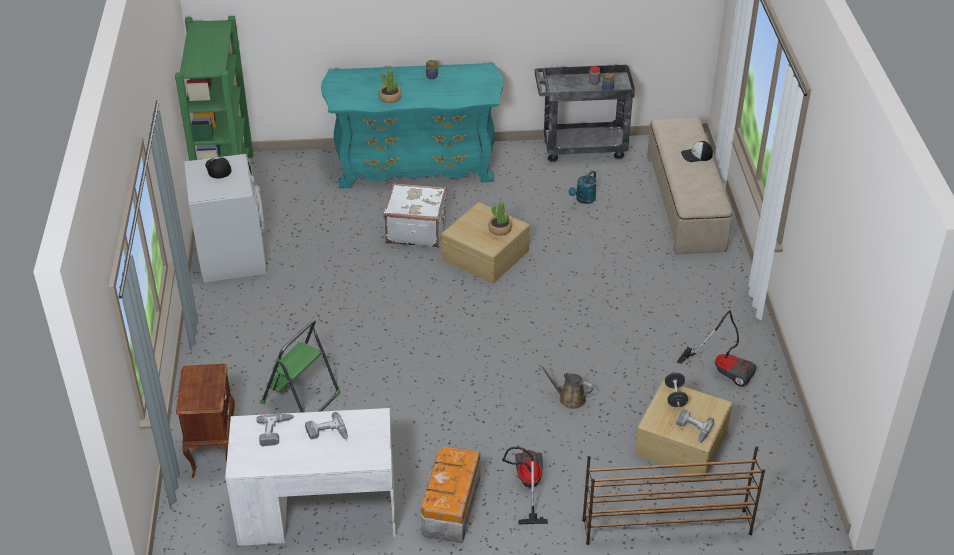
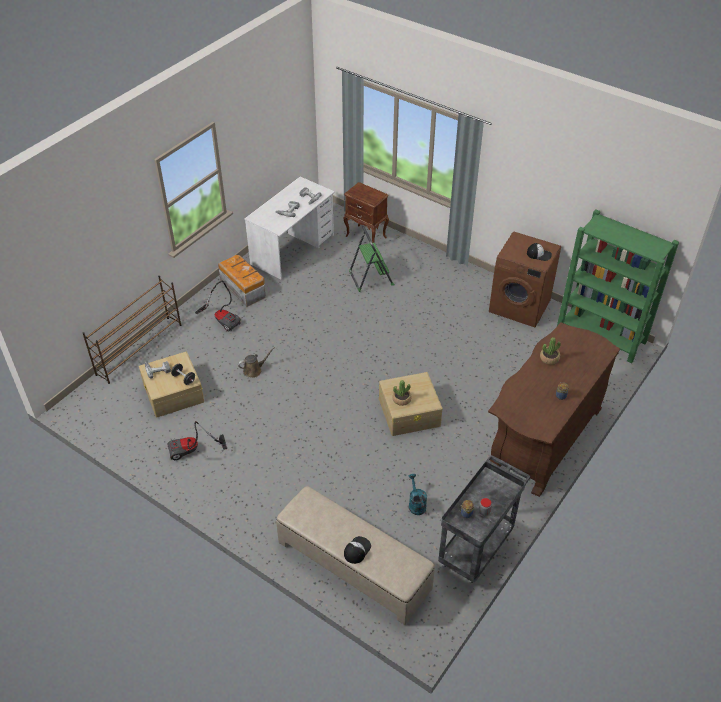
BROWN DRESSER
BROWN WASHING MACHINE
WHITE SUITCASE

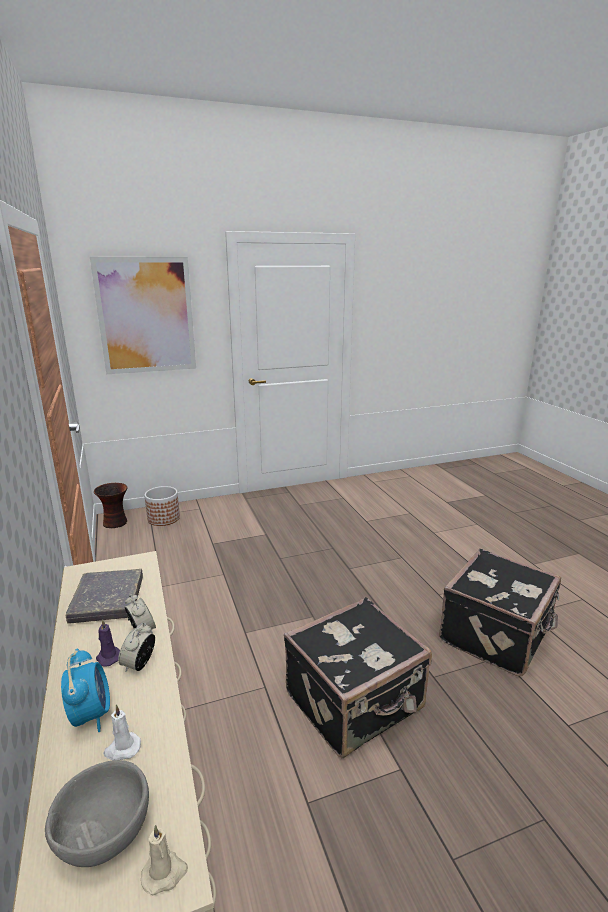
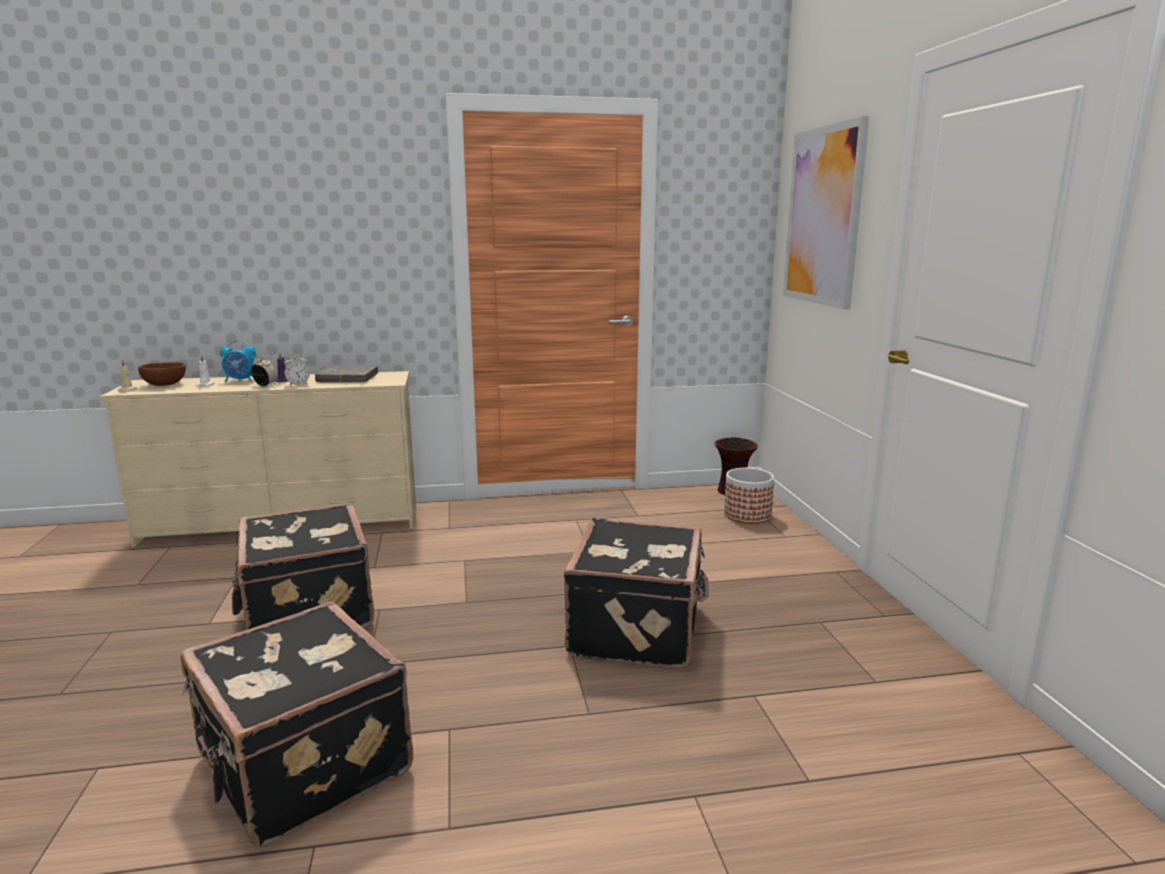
BROWN BOWL
BLACK SUITCASE (3rd from left)

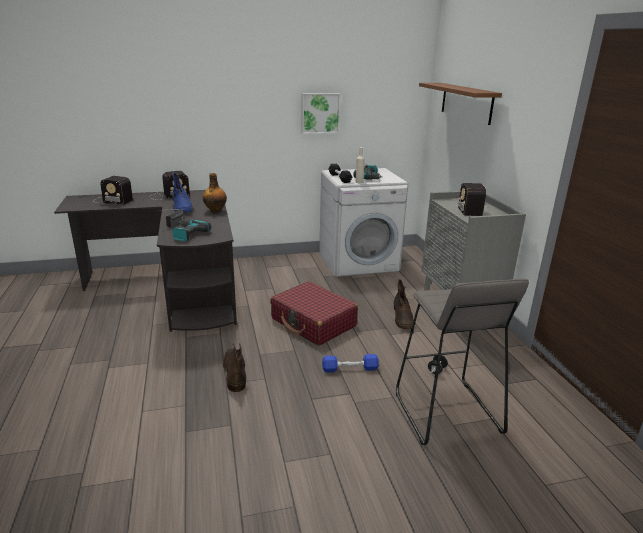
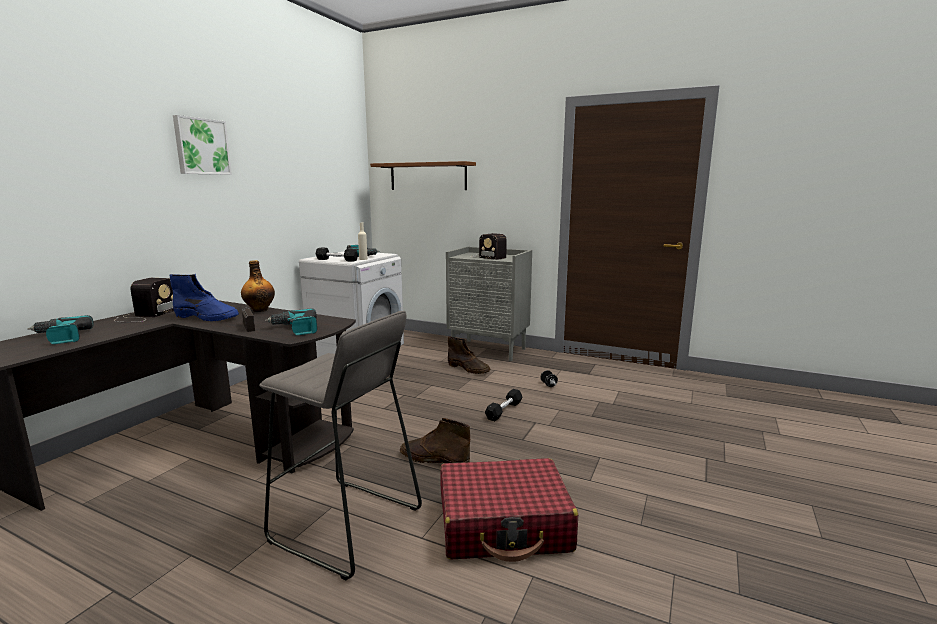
PICTURE
POWER DRILL (1st from left)
GREY STOOL
RED SUITCASE
BLACK DUMBBELL (2nd from left)

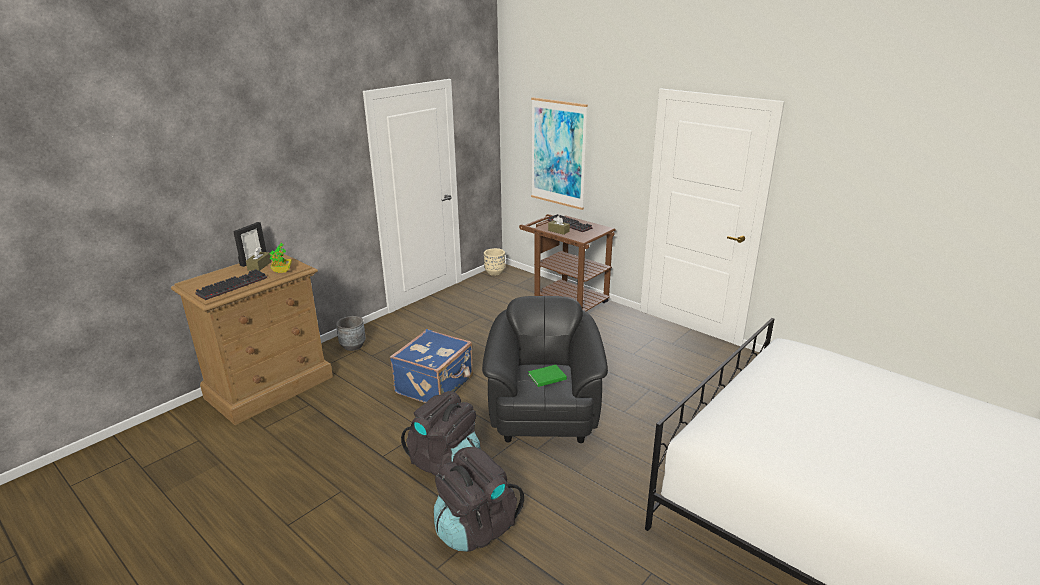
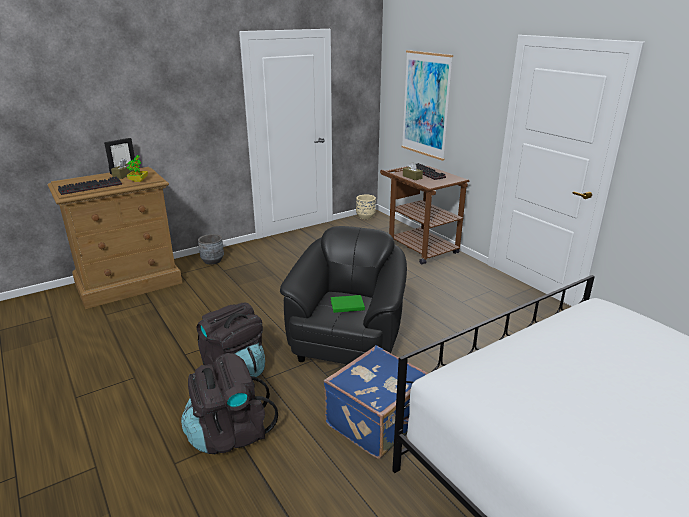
BLUE SUITCASE

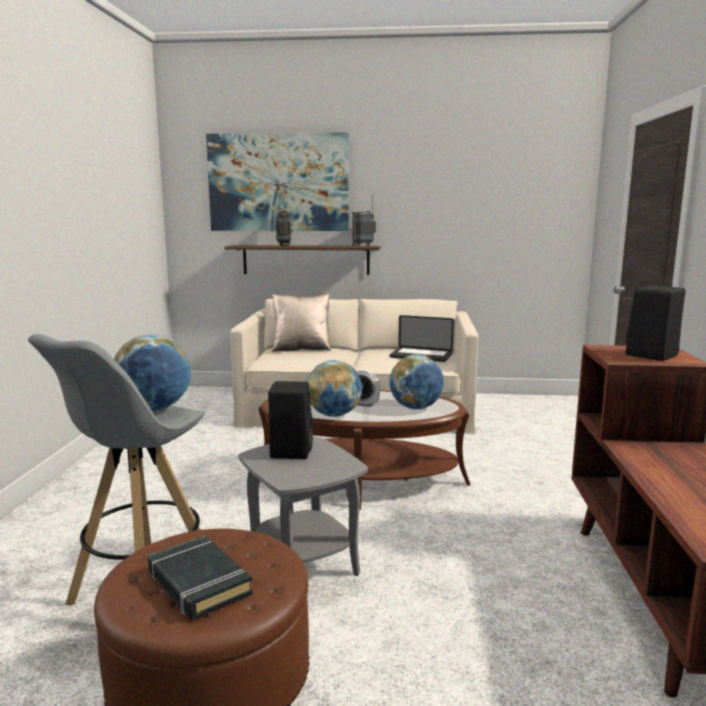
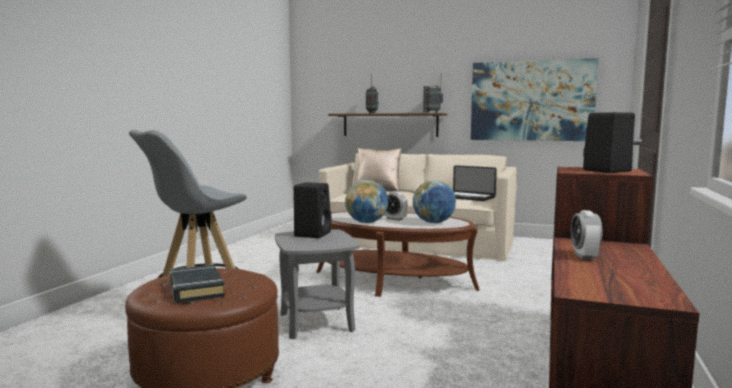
PICTURE
GLOBE (1st from left in the first image)
ALARM CLOCK (2nd from left)

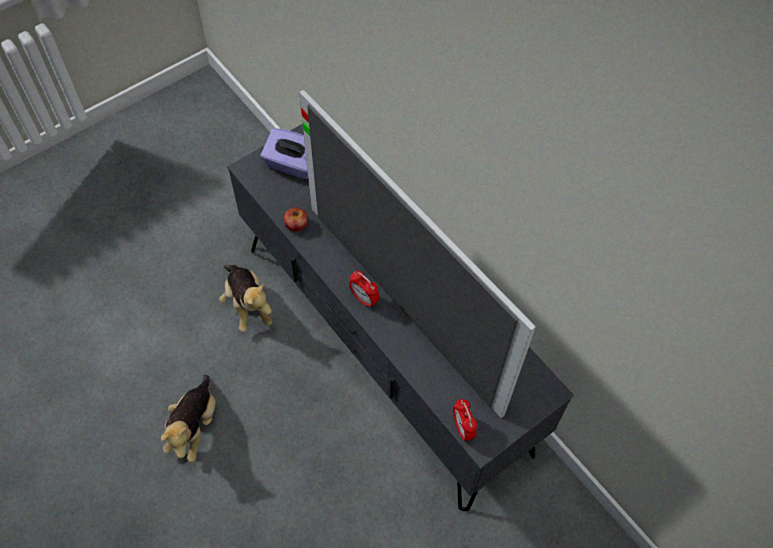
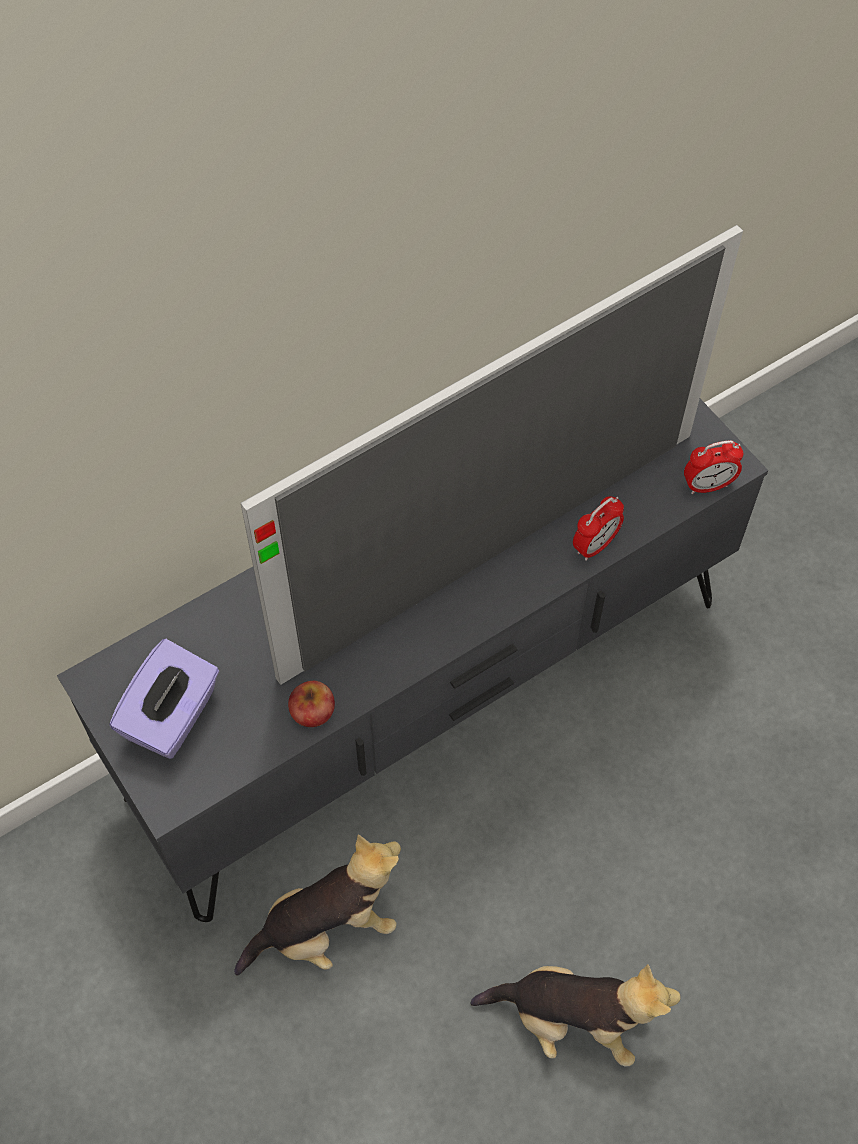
ALARM CLOCK (1st from left)

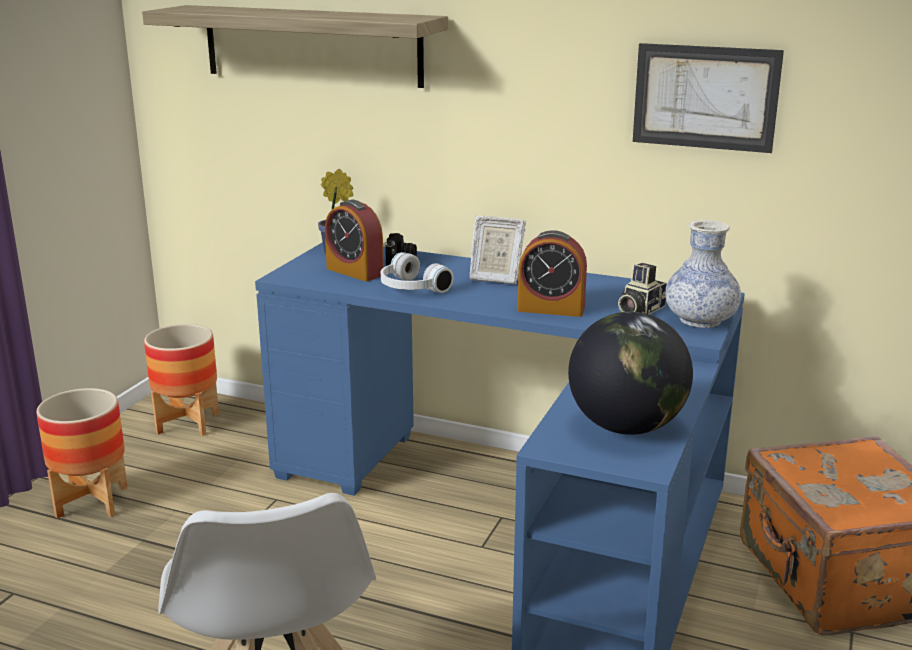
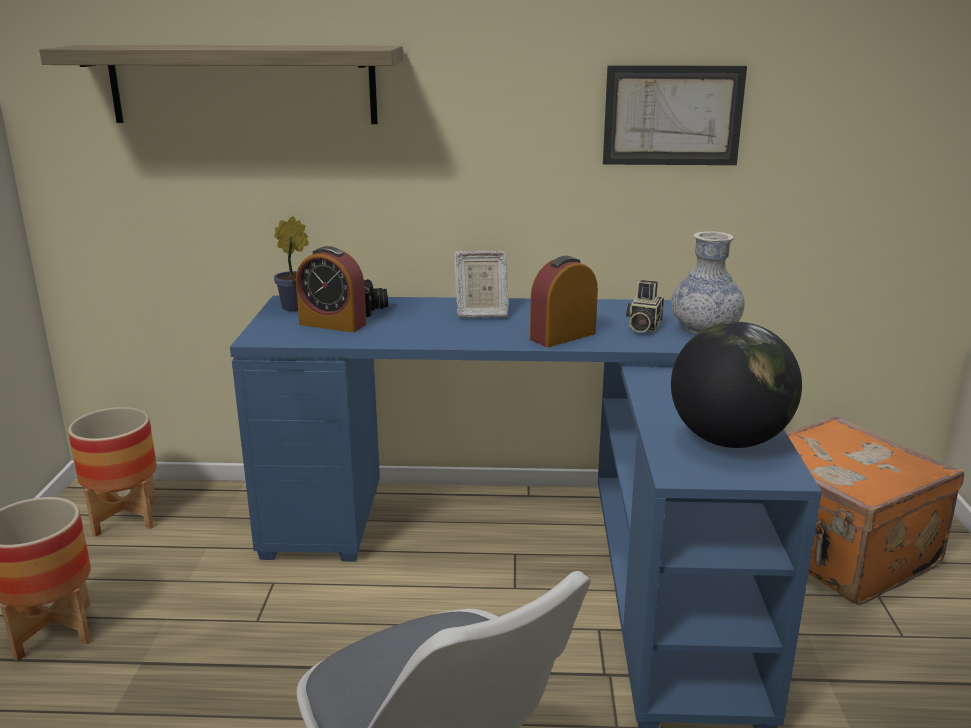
ALARM CLOCK (2nd from left)
WHITE HEADPHONES

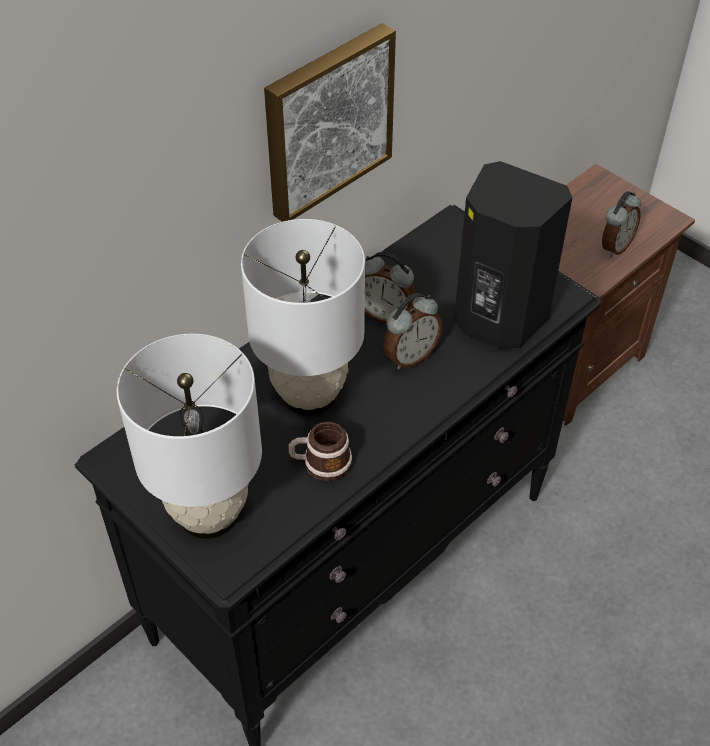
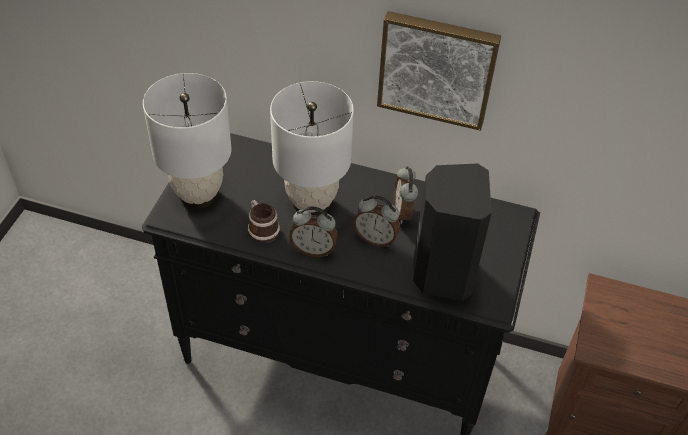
ALARM CLOCK (1st from left)

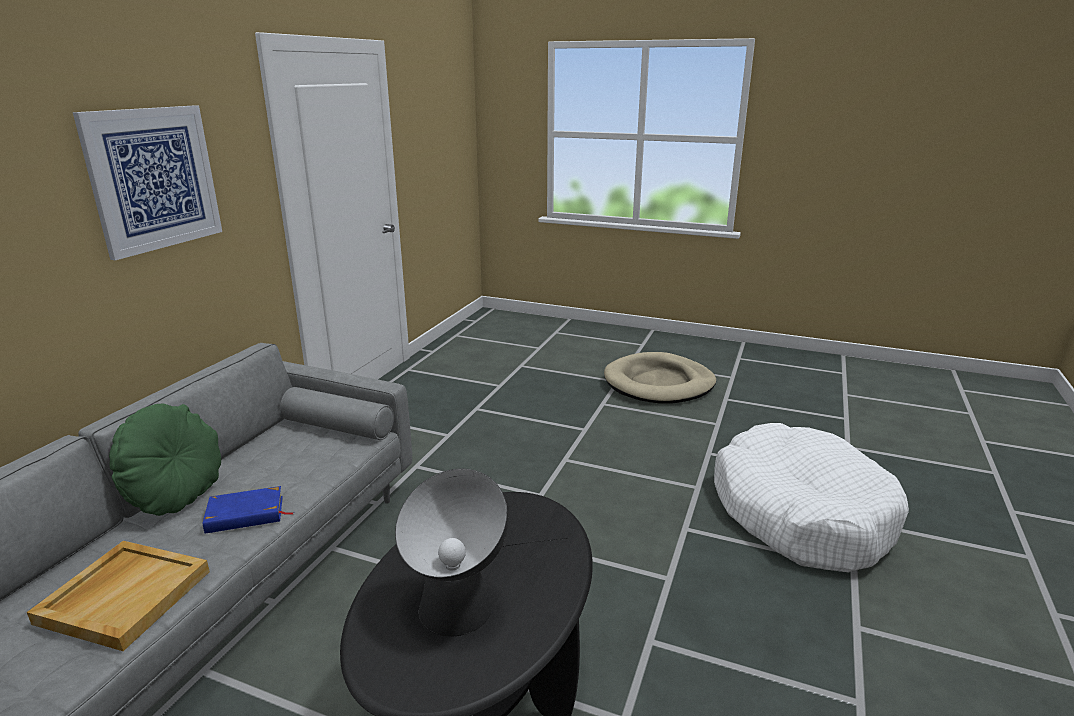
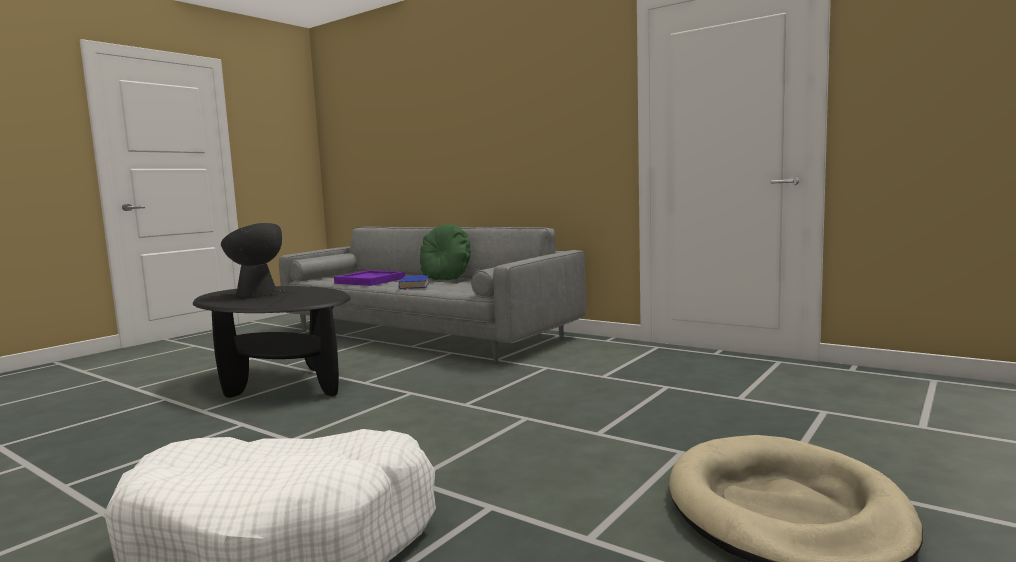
PICTURE
PURPLE TRAY

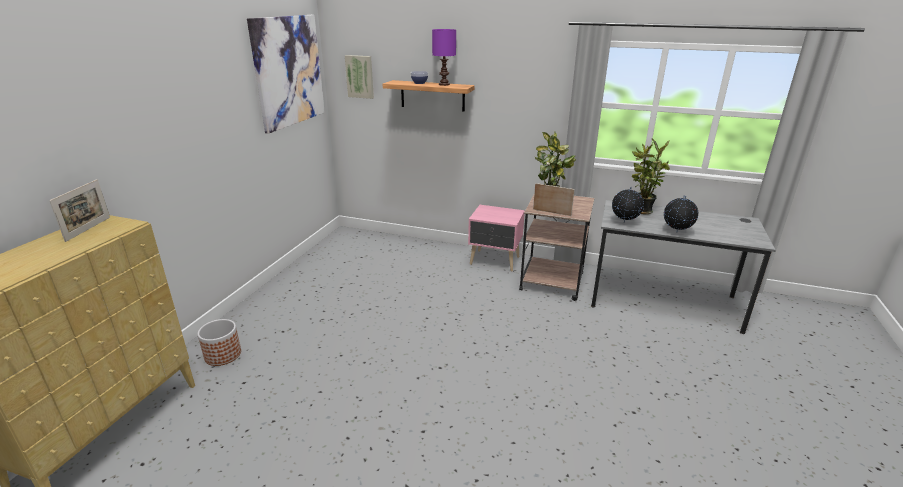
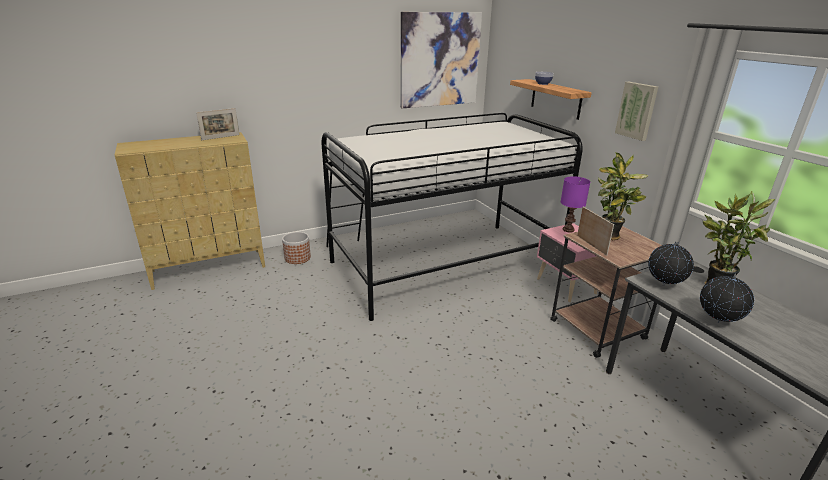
PURPLE TABLE LAMP
PICTURE (2nd from left)
BLACK BED

